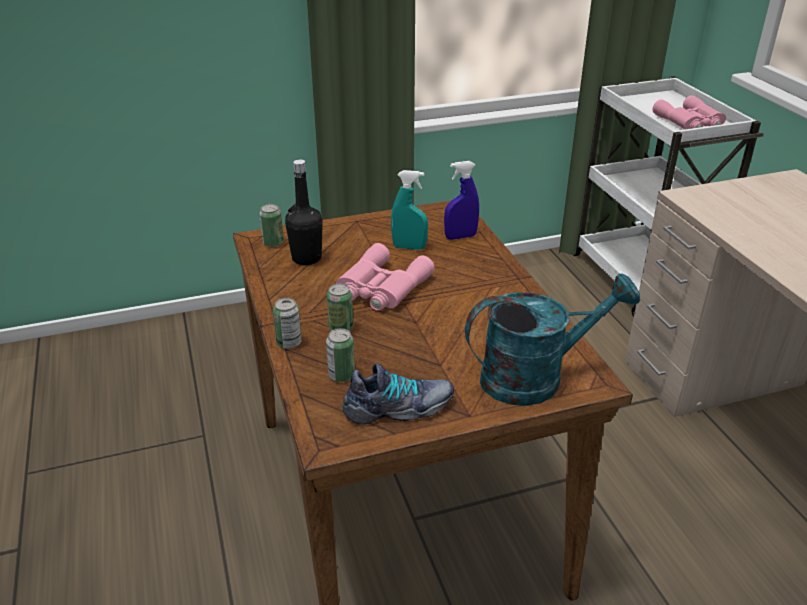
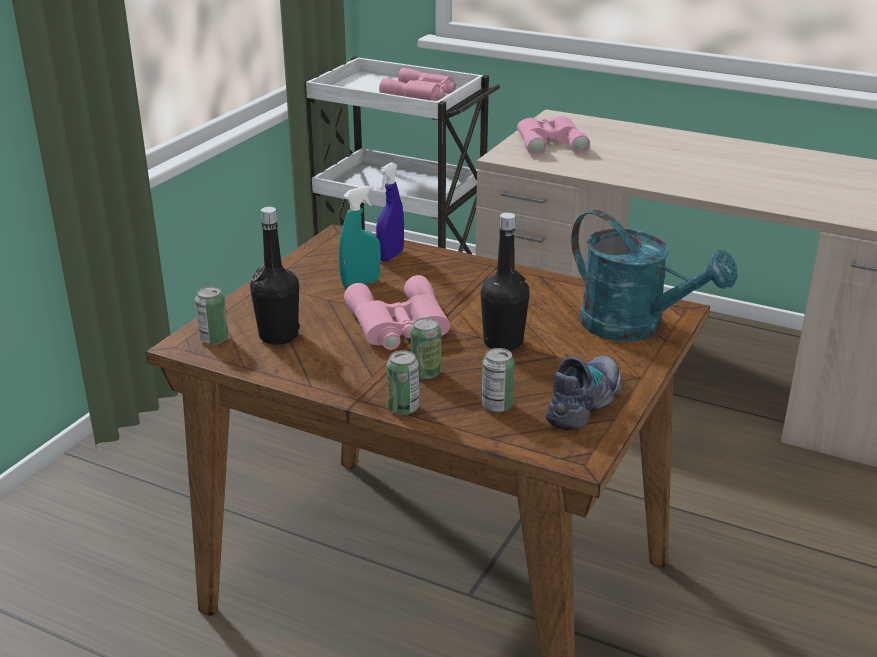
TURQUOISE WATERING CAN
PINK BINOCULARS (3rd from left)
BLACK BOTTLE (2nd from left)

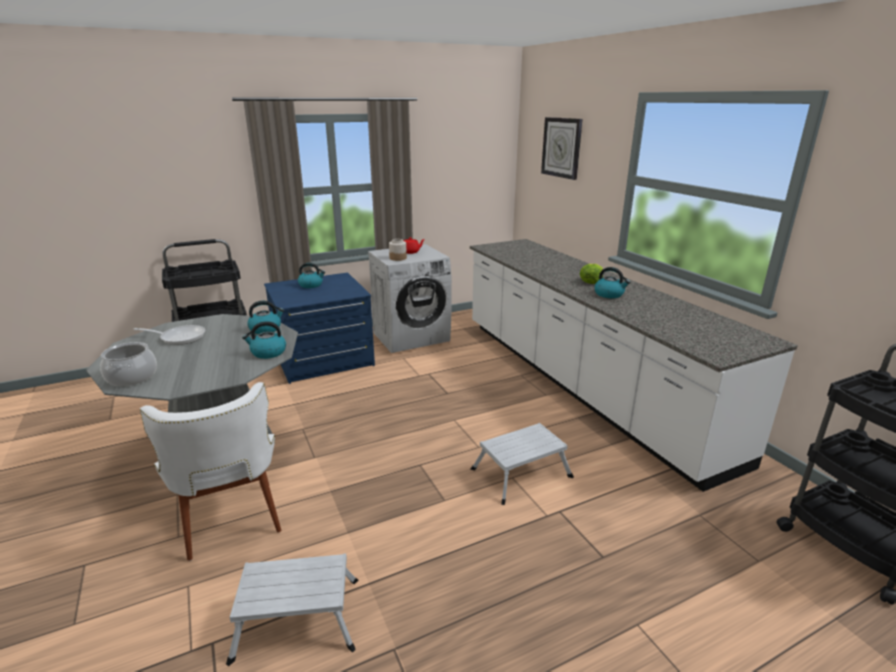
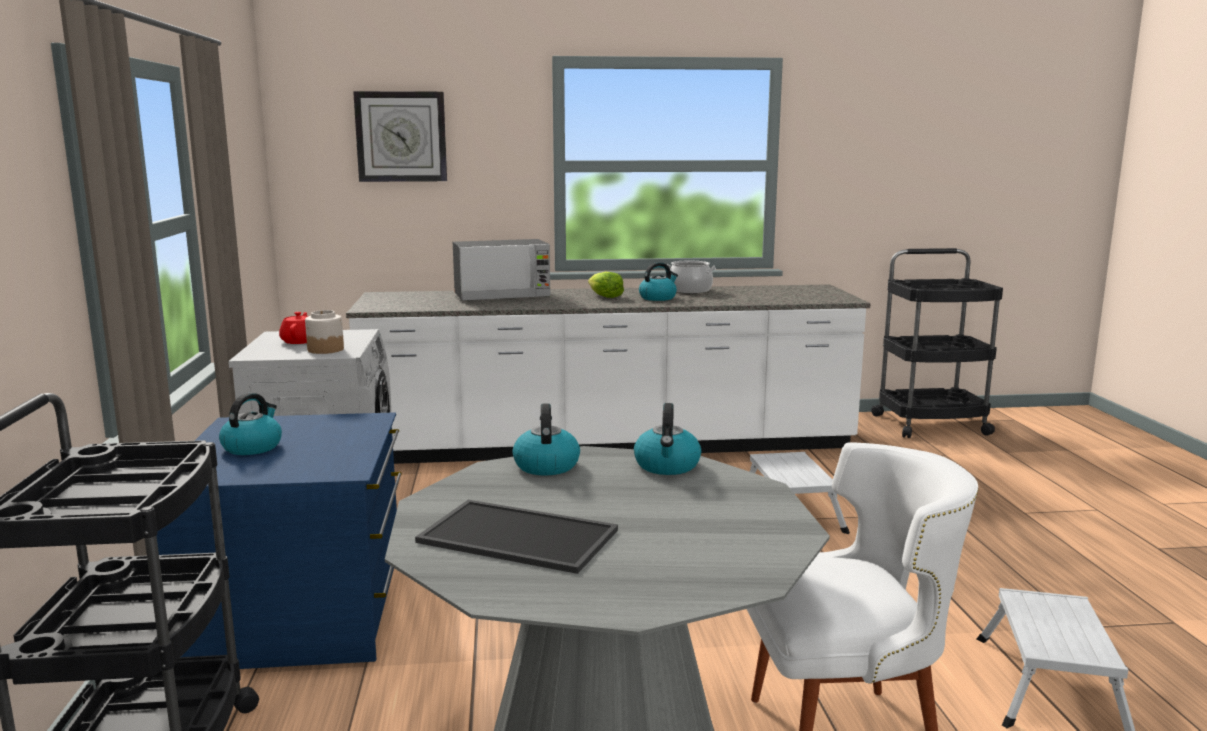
TRAY
COOKING POT
MICROWAVE

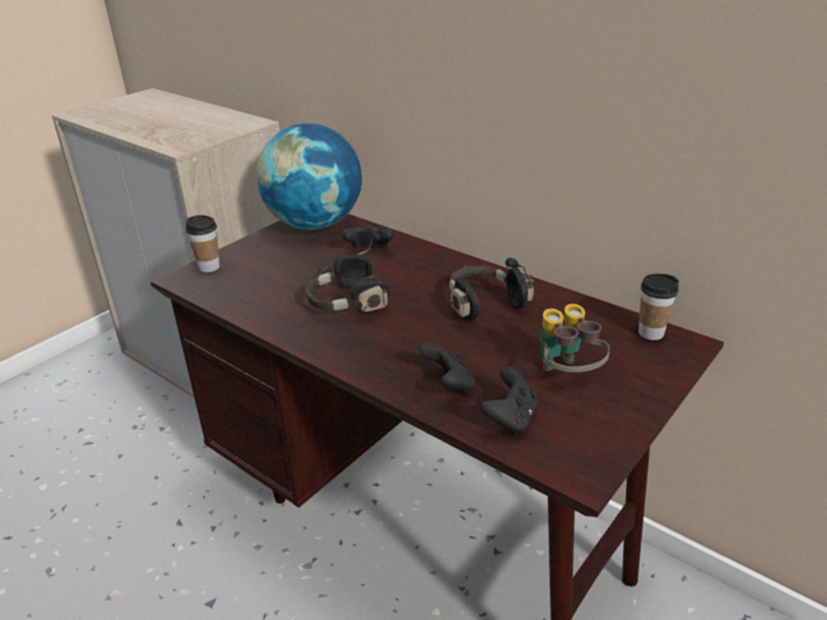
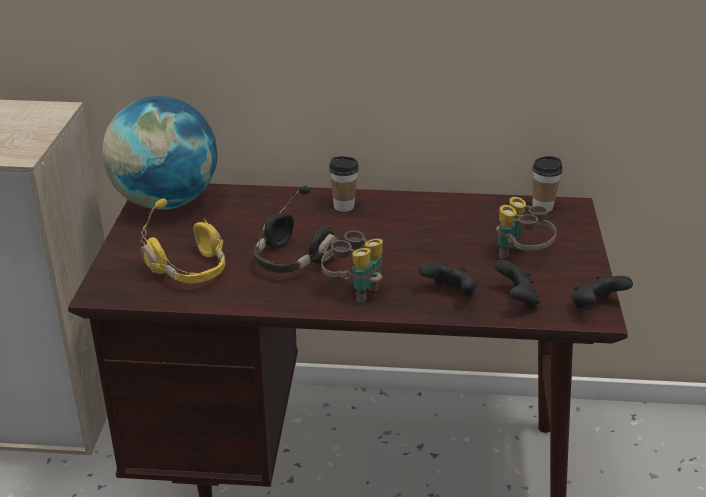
CUP (1st from left)
BLACK GAME CONTROLLER (3rd from left)
BLACK HEADPHONES (2nd from left in the first image)
YELLOW HEADPHONES
BINOCULARS (1st from left)

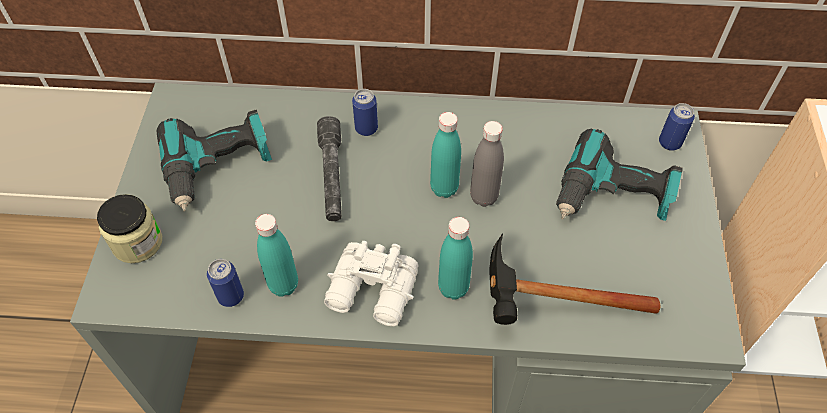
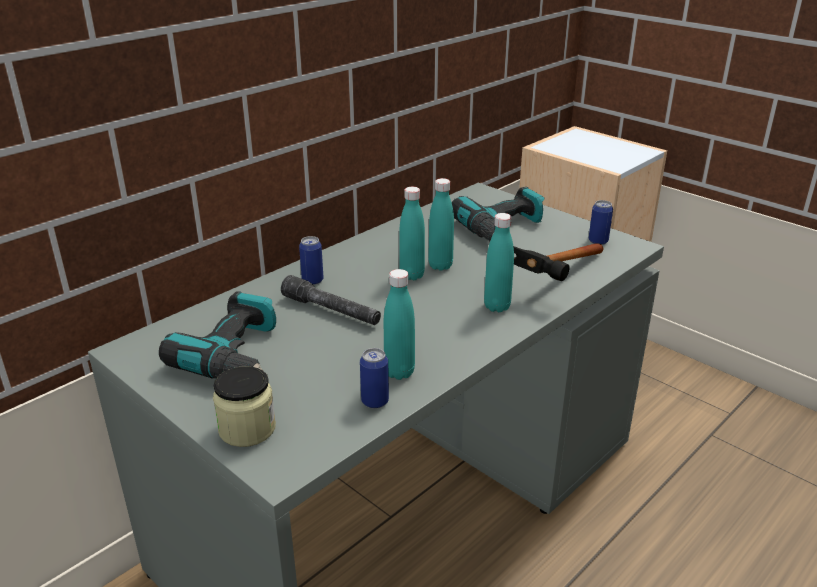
CAN (3rd from left)
TURQUOISE BOTTLE (3rd from left)
WHITE BINOCULARS

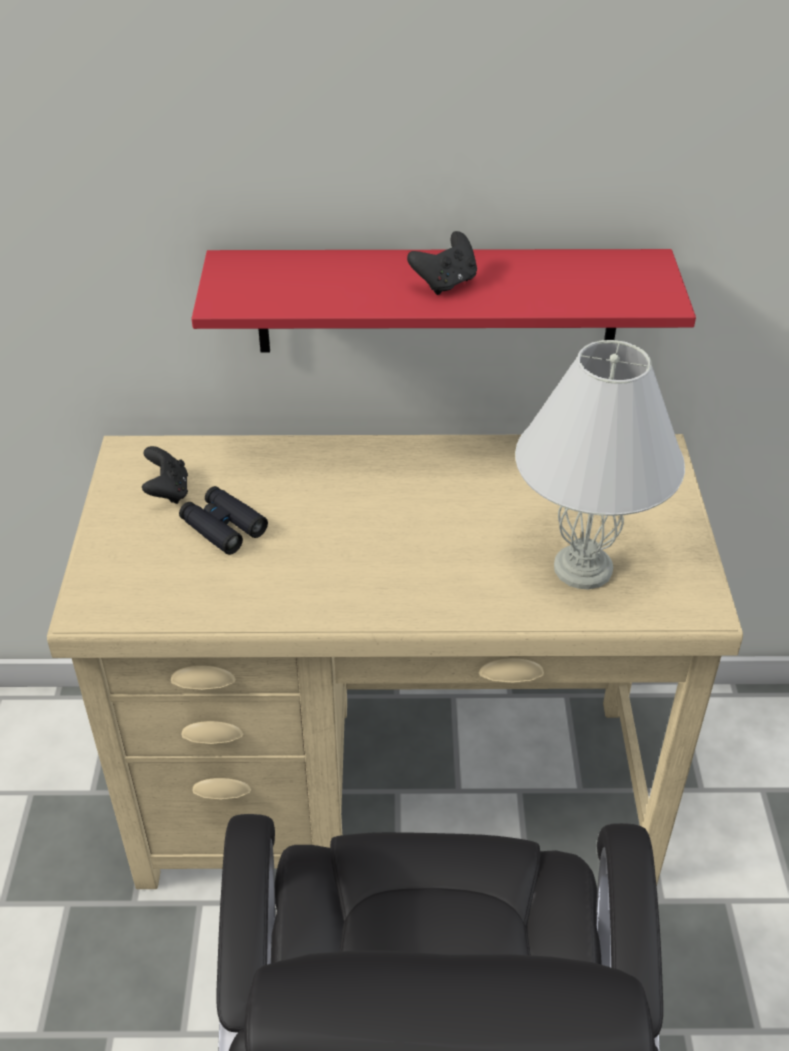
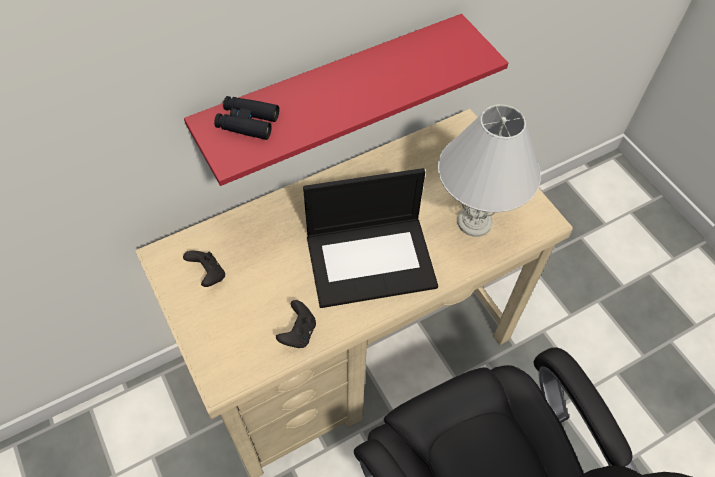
BLACK GAME CONTROLLER (2nd from left)
BLACK BINOCULARS
LAPTOP

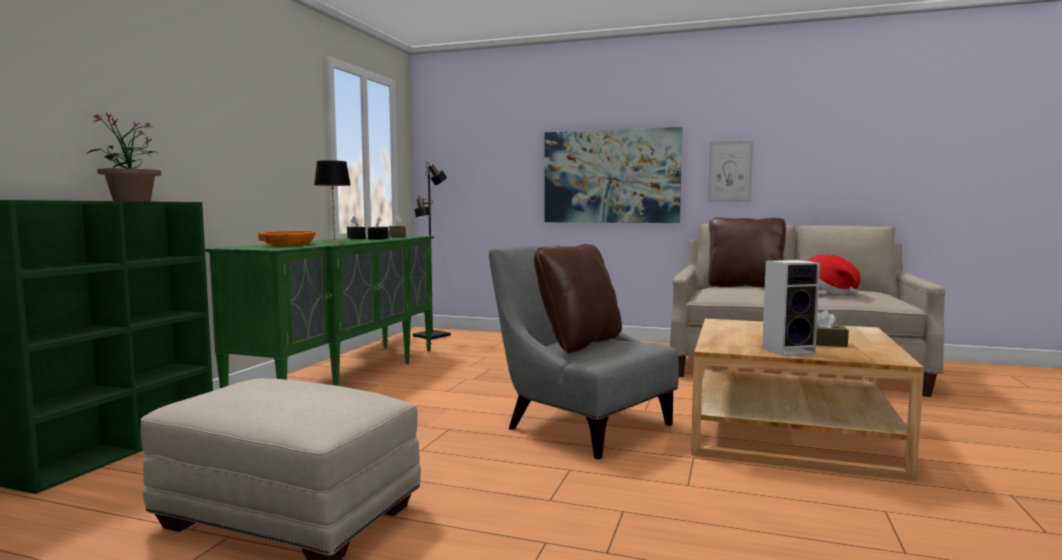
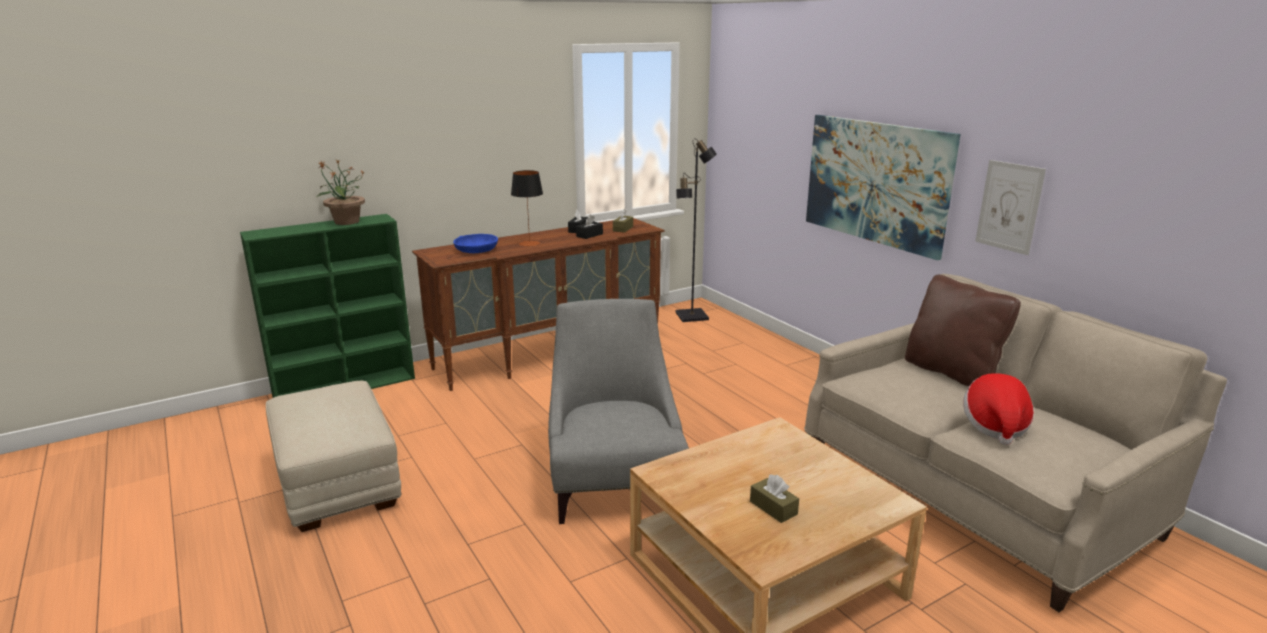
BLUE BOWL
BROWN CABINET
BROWN PILLOW (1st from left in the first image)
SPEAKER

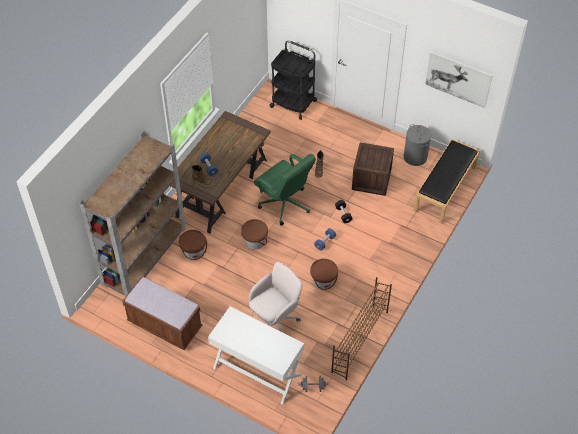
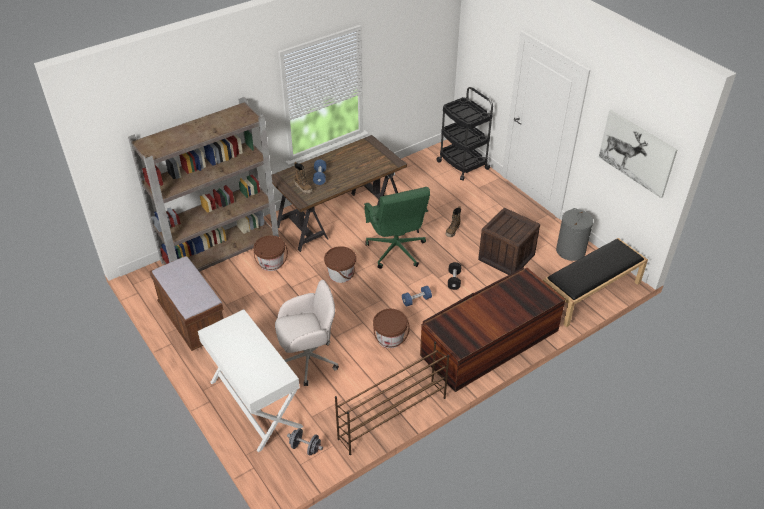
CABINET

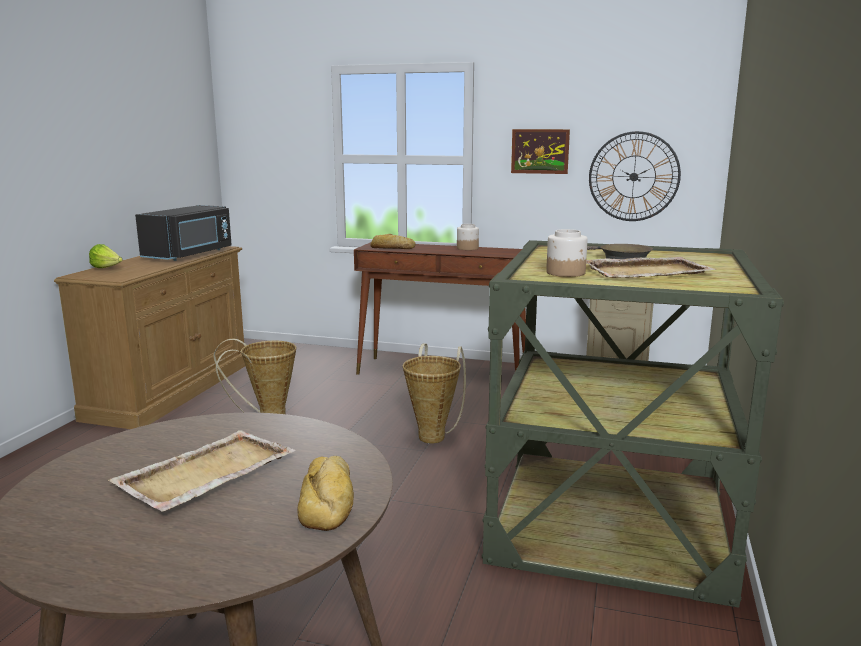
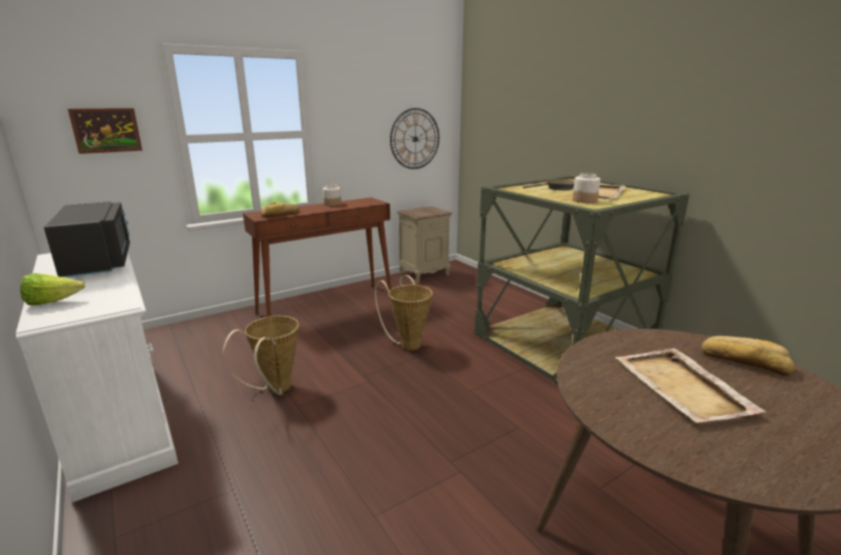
PICTURE
WHITE CABINET

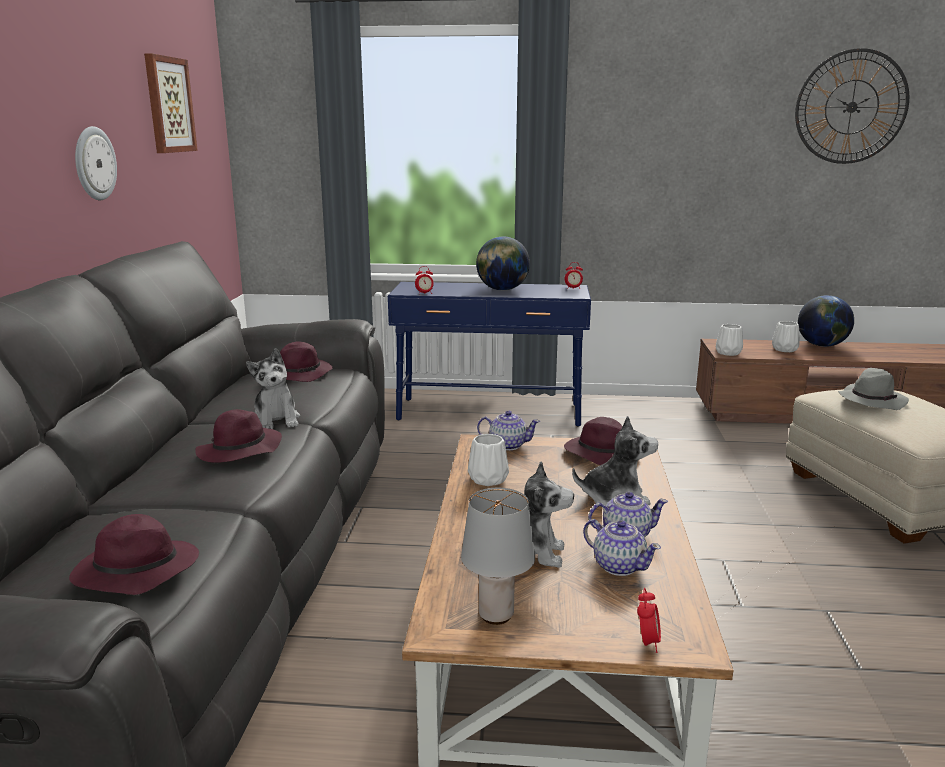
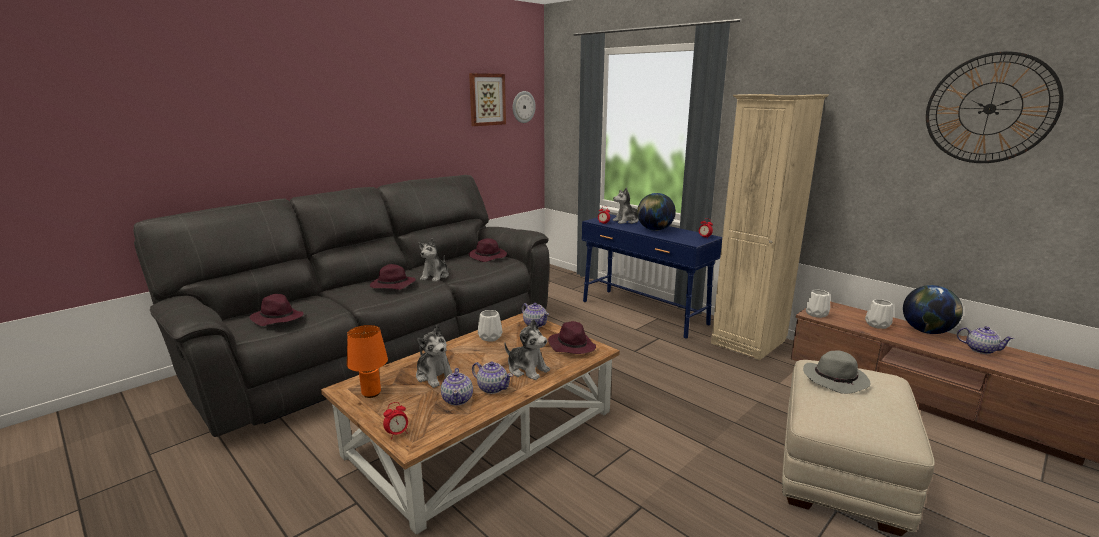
WALL CLOCK (1st from left)
ORANGE TABLE LAMP
BEIGE CABINET
PLUSH TOY (4th from left)
TEAPOT (4th from left)

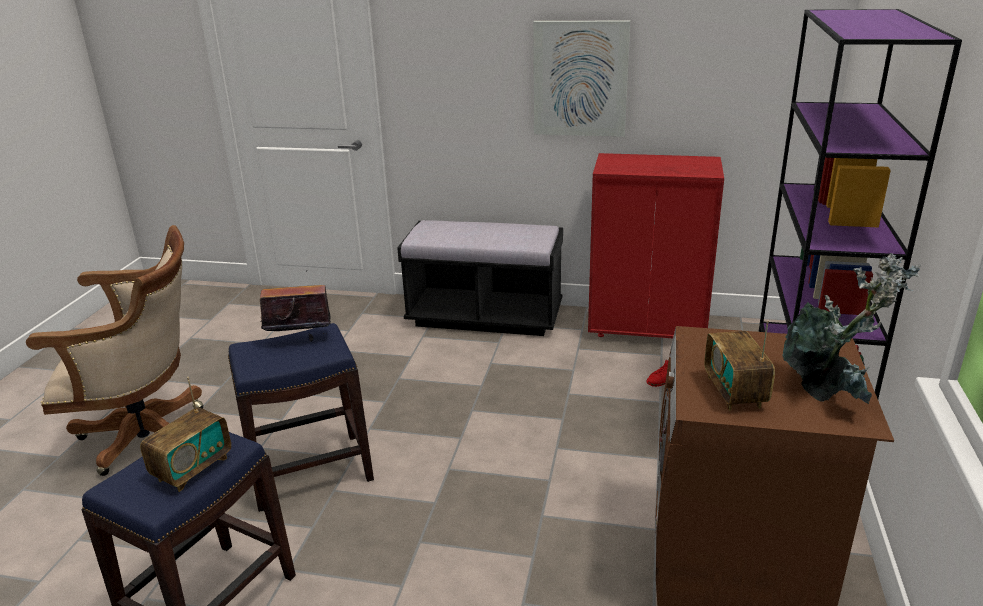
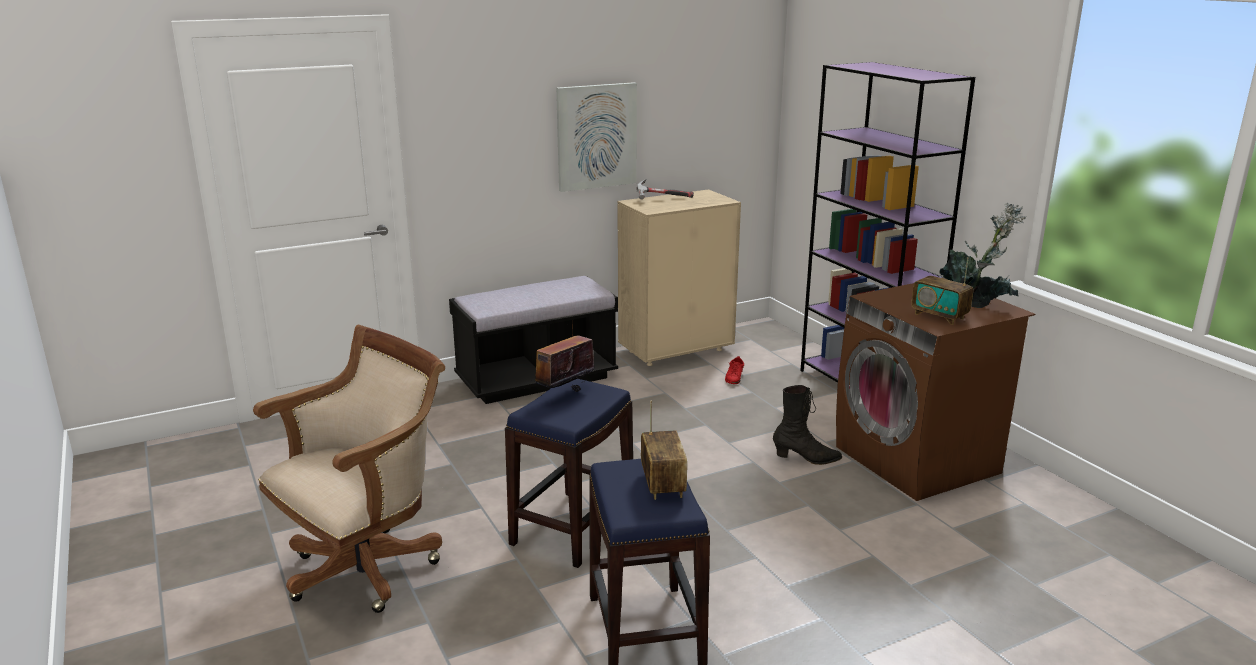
BEIGE CABINET
HAMMER
BLACK BOOT

